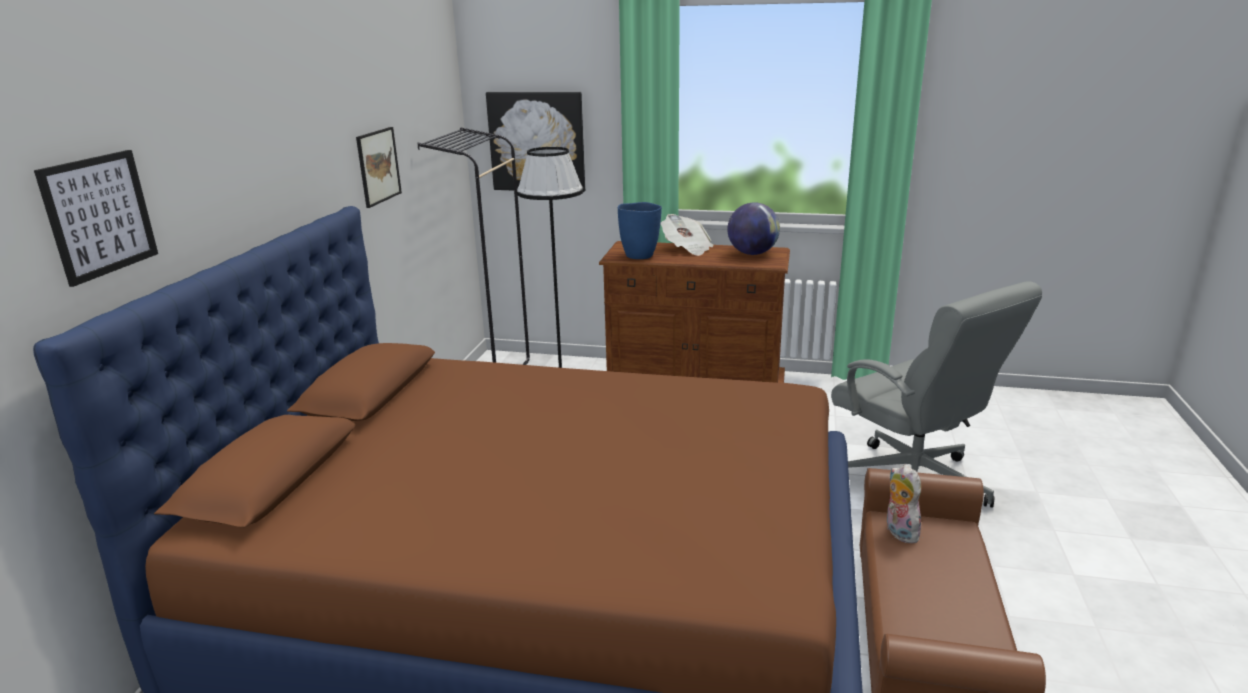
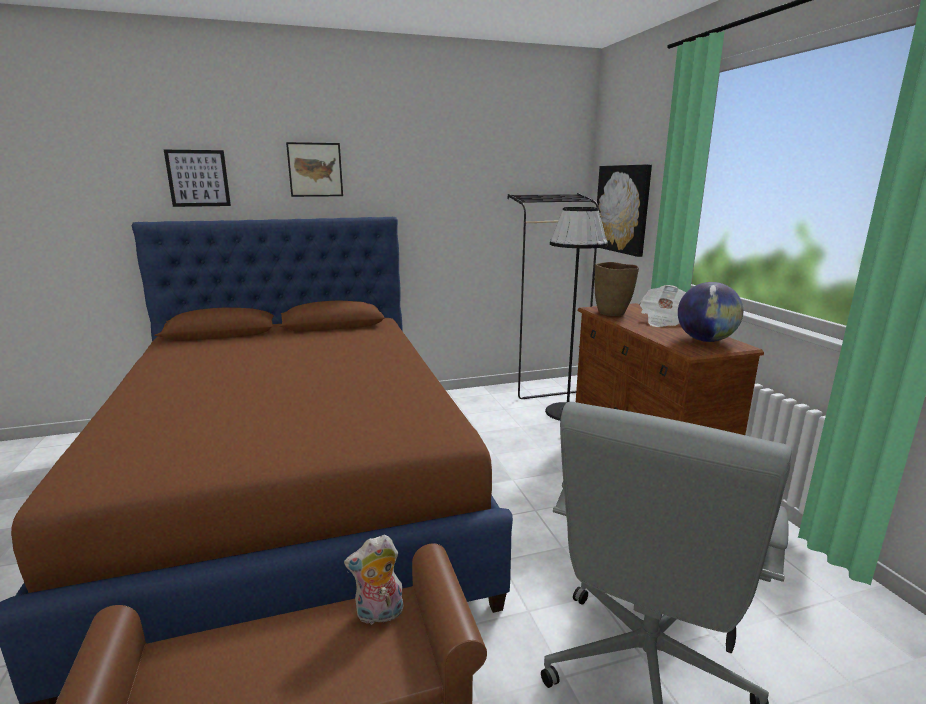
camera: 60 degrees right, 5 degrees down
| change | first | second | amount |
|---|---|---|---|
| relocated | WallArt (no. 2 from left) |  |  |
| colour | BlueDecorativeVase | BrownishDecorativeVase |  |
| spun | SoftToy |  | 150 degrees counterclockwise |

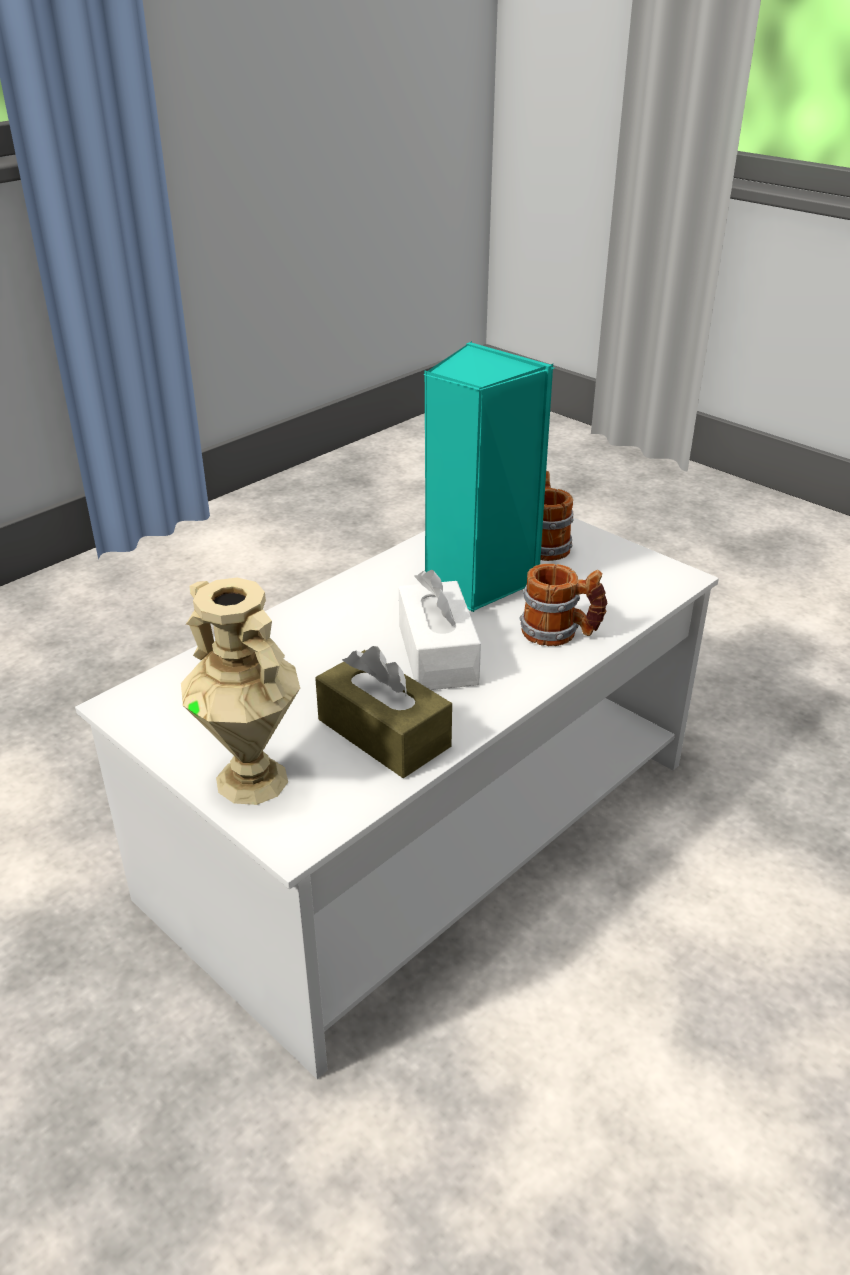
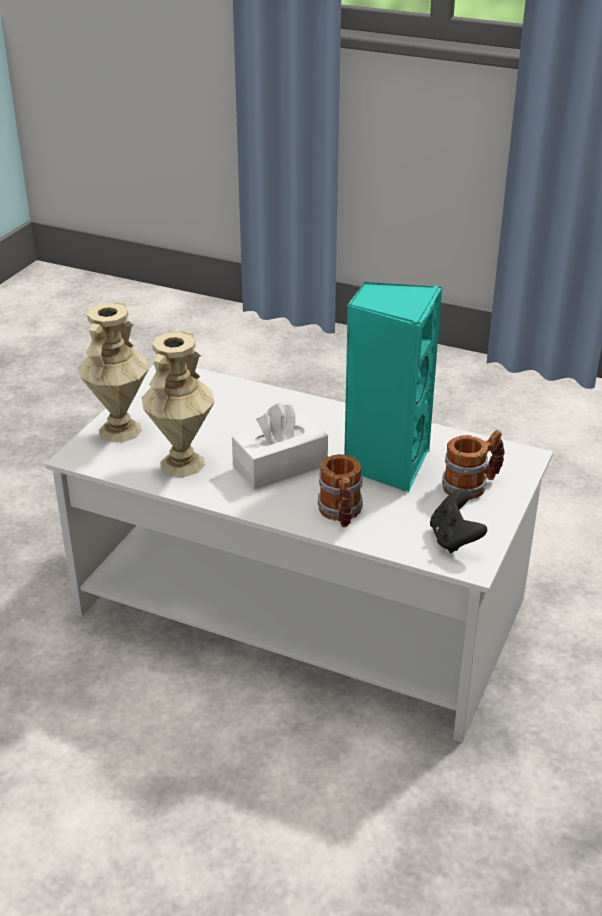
camera: 70 degrees right, 0 degrees up
| change | first | second | amount |
|---|---|---|---|
| exchanged | BrownishTissueHolder | SandColouredDecorativeVase (no. 2 from left) |  |
| appeared |  | BlackColouredJoypad |  |

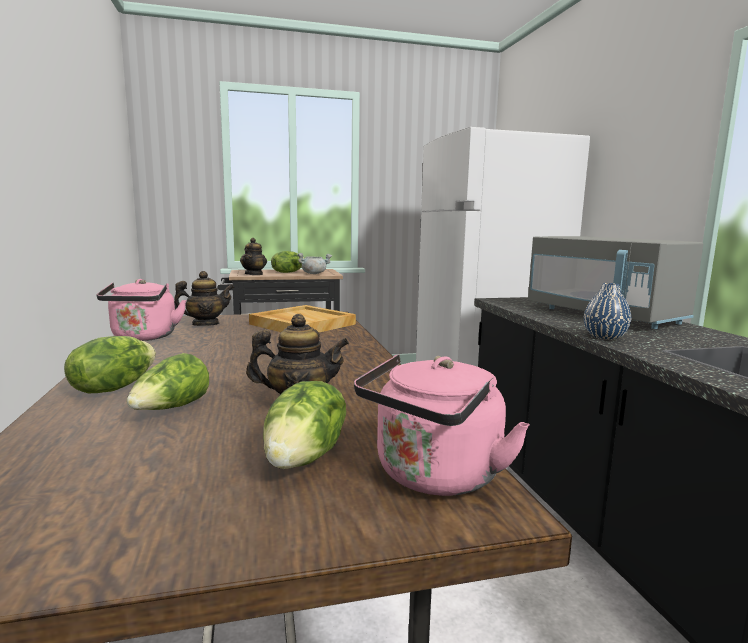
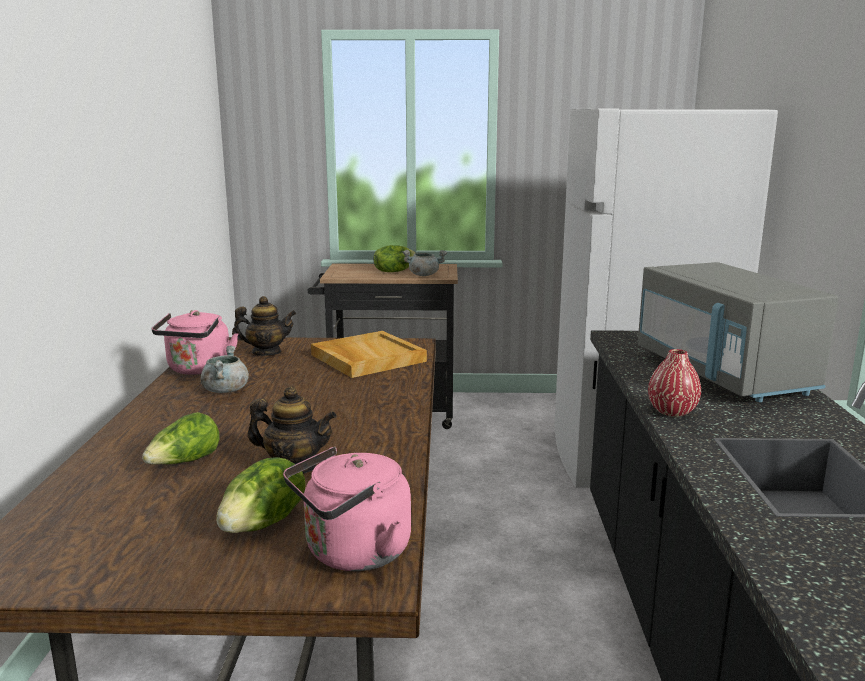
camera: 15 degrees right, 5 degrees up
| change | first | second | amount |
|---|---|---|---|
| missing | PotForTea (no. 2 from left) |  |  |
| colour | BlueDecorativeVase | RedColouredDecorativeVase |  |
| missing | HeadOfLettuce (no. 1 from left) |  |  |
| appeared |  | GreyStockpot (no. 1 from left) |  |

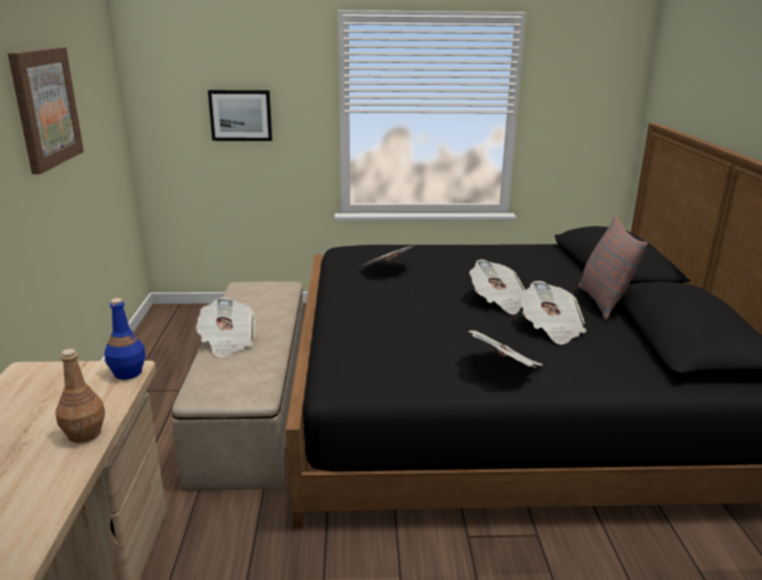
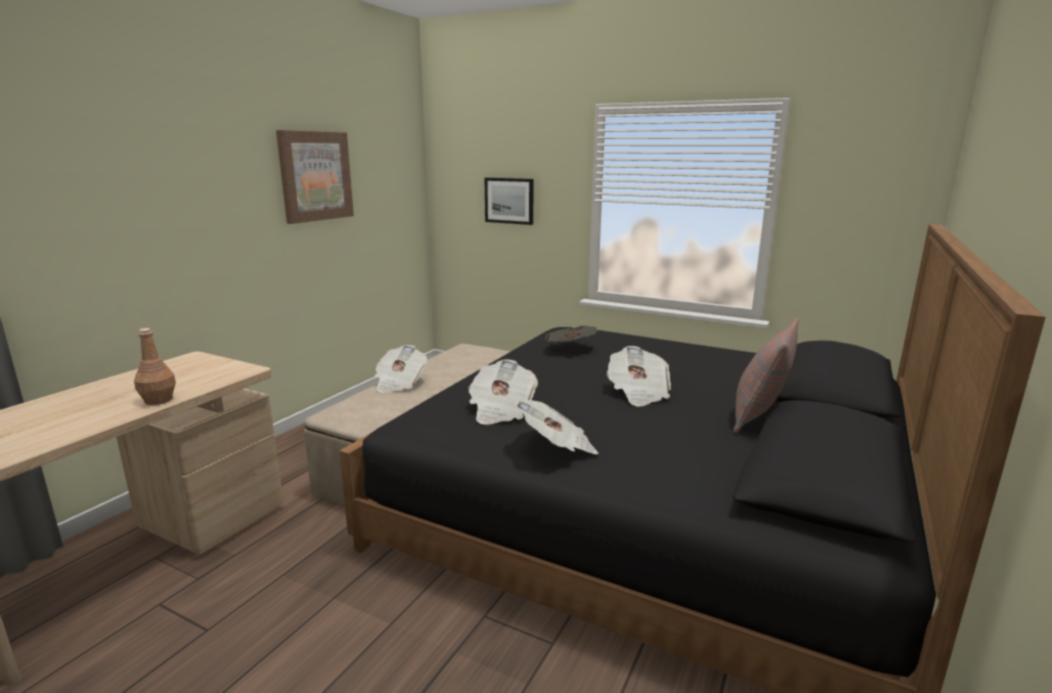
camera: 30 degrees right, 5 degrees down
| change | first | second | amount |
|---|---|---|---|
| relocated | PrintedPaper (no. 5 from left in the first image) | PrintedPaper (no. 2 from left) |  |
| missing | BlueBeverageBottle |  |  |

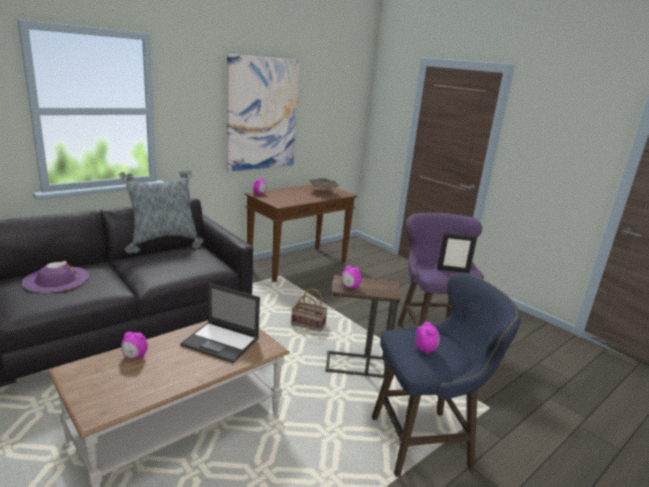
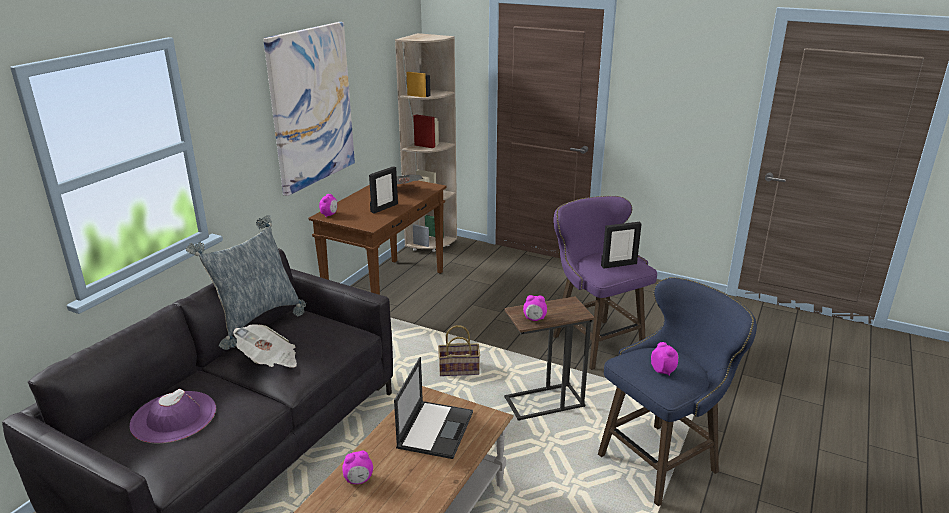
camera: 20 degrees left, 5 degrees up
| change | first | second | amount |
|---|---|---|---|
| spun | Laptop |  | 75 degrees counterclockwise |
| appeared |  | SandColouredBookshelf |  |
| appeared |  | PictureFrame (no. 1 from left) |  |
| appeared |  | PrintedPaper (no. 1 from left) |  |

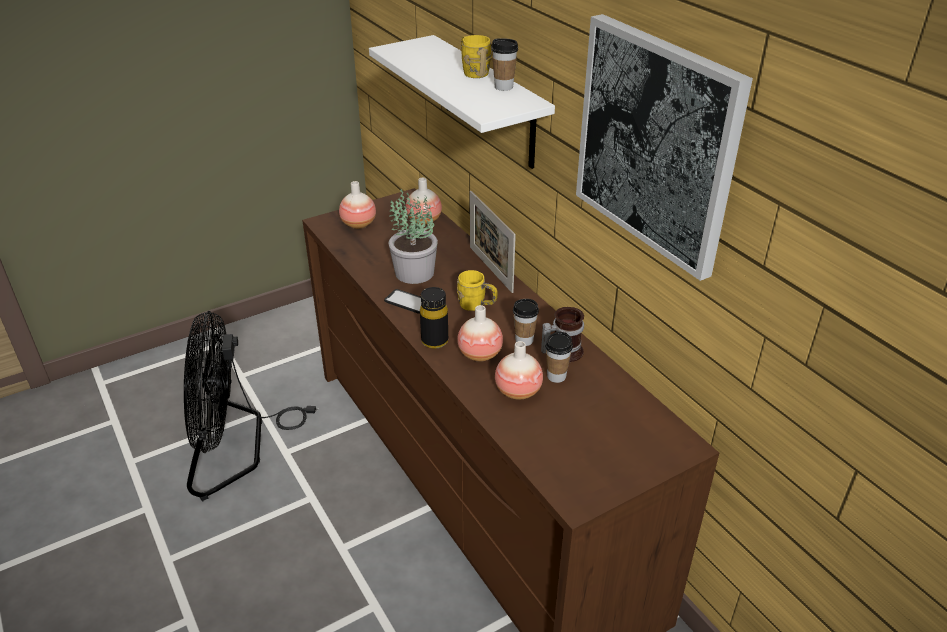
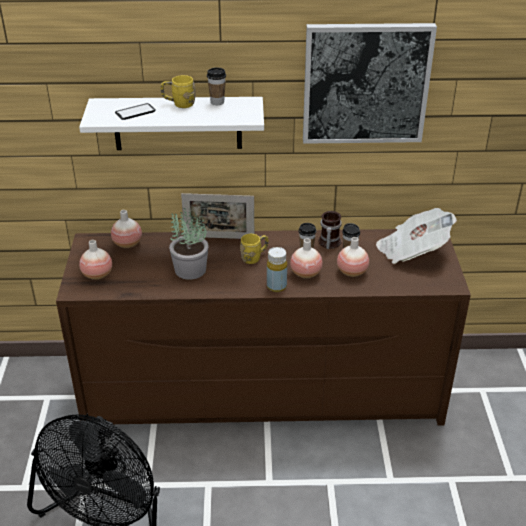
camera: 60 degrees left, 0 degrees up
| change | first | second | amount |
|---|---|---|---|
| colour | BlackColouredBeverageBottle | YellowishBeverageBottle |  |
| relocated | Handset |  |  |
| appeared |  | PrintedPaper |  |

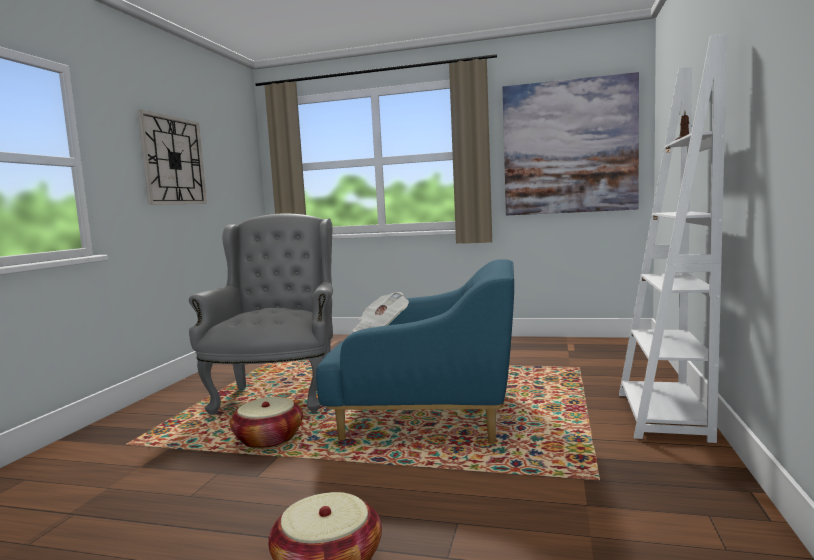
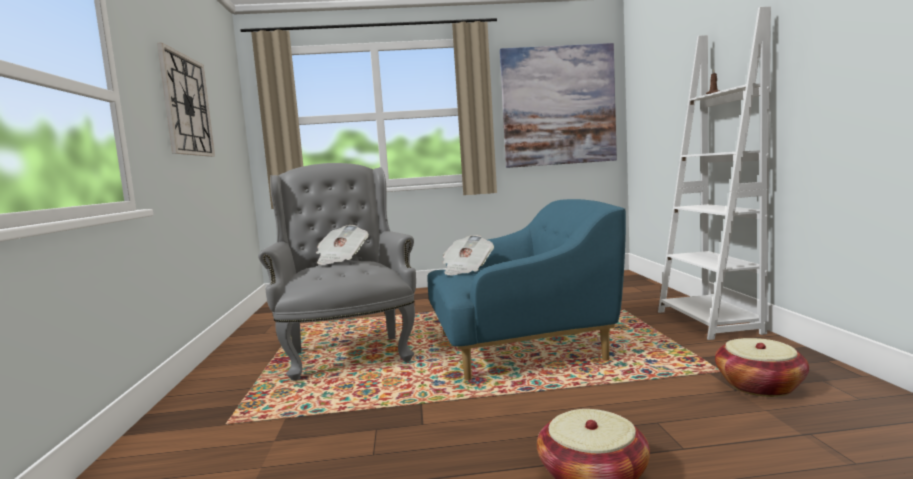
camera: 20 degrees left, 0 degrees up
| change | first | second | amount |
|---|---|---|---|
| relocated | Basket (no. 1 from left in the first image) | Basket (no. 2 from left) |  |
| appeared |  | PrintedPaper (no. 1 from left) |  |

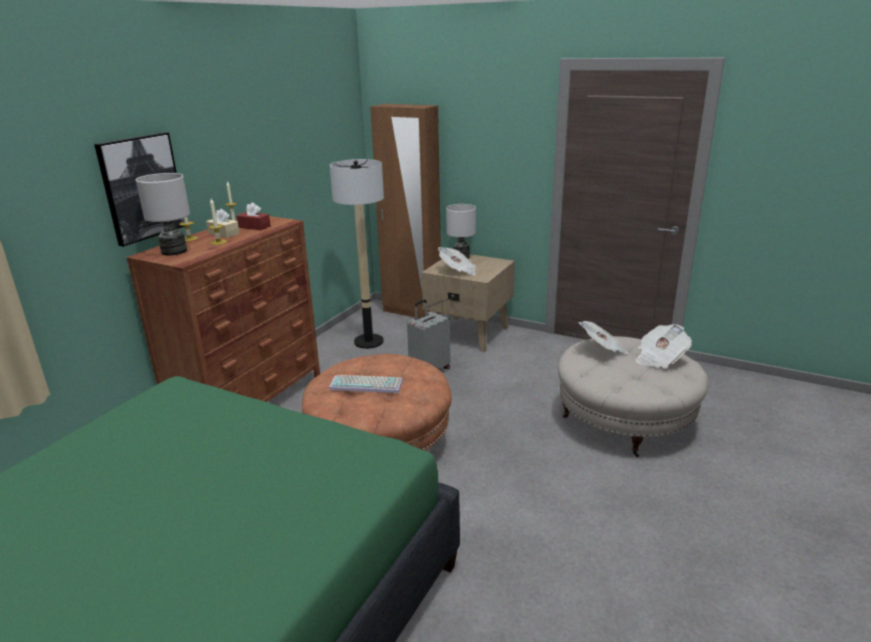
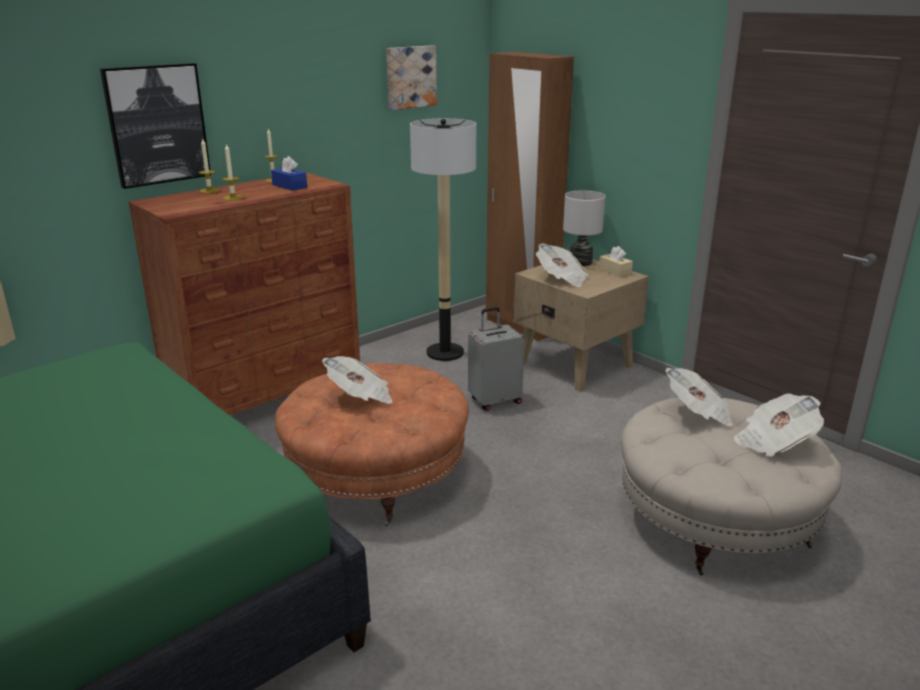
camera: 20 degrees right, 0 degrees up
| change | first | second | amount |
|---|---|---|---|
| missing | GreyTabletopLamp (no. 1 from left) |  |  |
| colour | RedColouredTissueHolder | BlueTissueHolder |  |
| relocated | SandColouredTissueHolder |  |  |
| exchanged | Keyboard | PrintedPaper (no. 1 from left) |  |
| appeared |  | WallArt (no. 2 from left) |  |

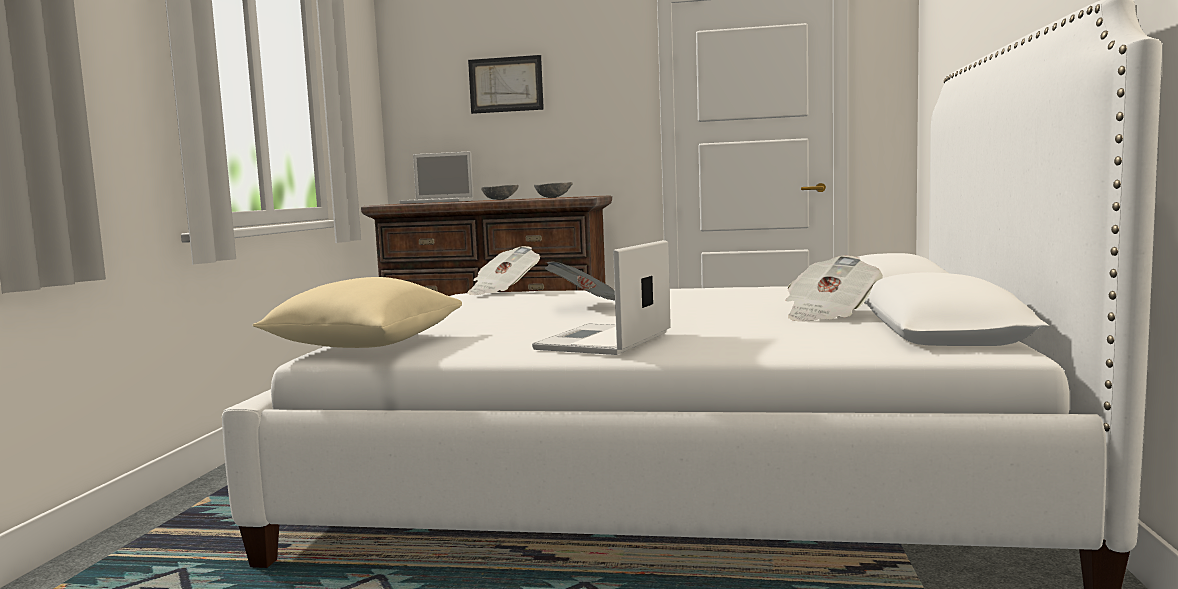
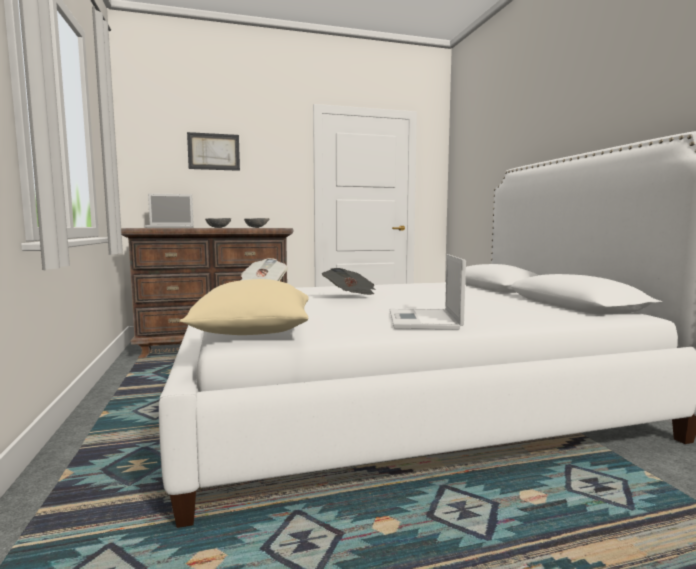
camera: 25 degrees left, 0 degrees up
| change | first | second | amount |
|---|---|---|---|
| missing | PrintedPaper (no. 3 from left) |  |  |

